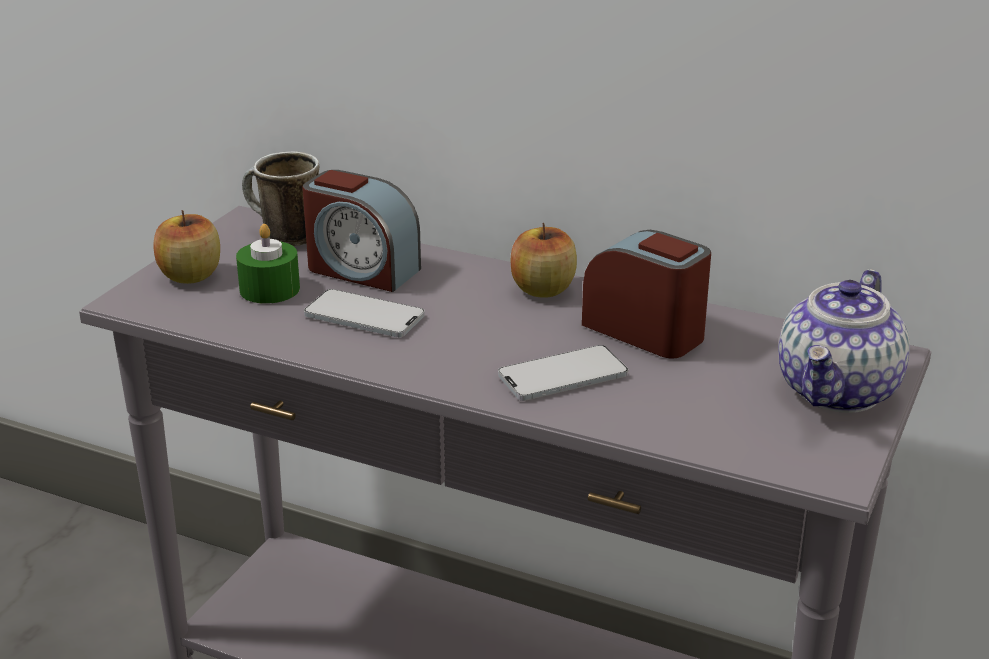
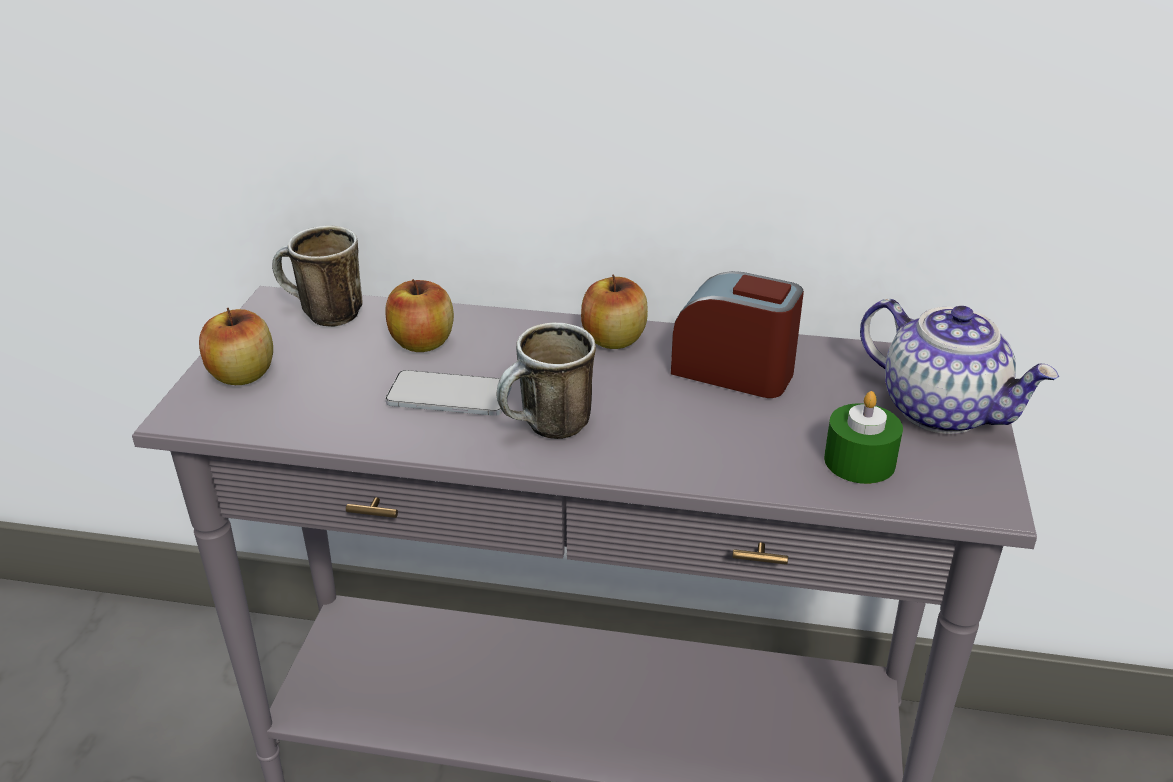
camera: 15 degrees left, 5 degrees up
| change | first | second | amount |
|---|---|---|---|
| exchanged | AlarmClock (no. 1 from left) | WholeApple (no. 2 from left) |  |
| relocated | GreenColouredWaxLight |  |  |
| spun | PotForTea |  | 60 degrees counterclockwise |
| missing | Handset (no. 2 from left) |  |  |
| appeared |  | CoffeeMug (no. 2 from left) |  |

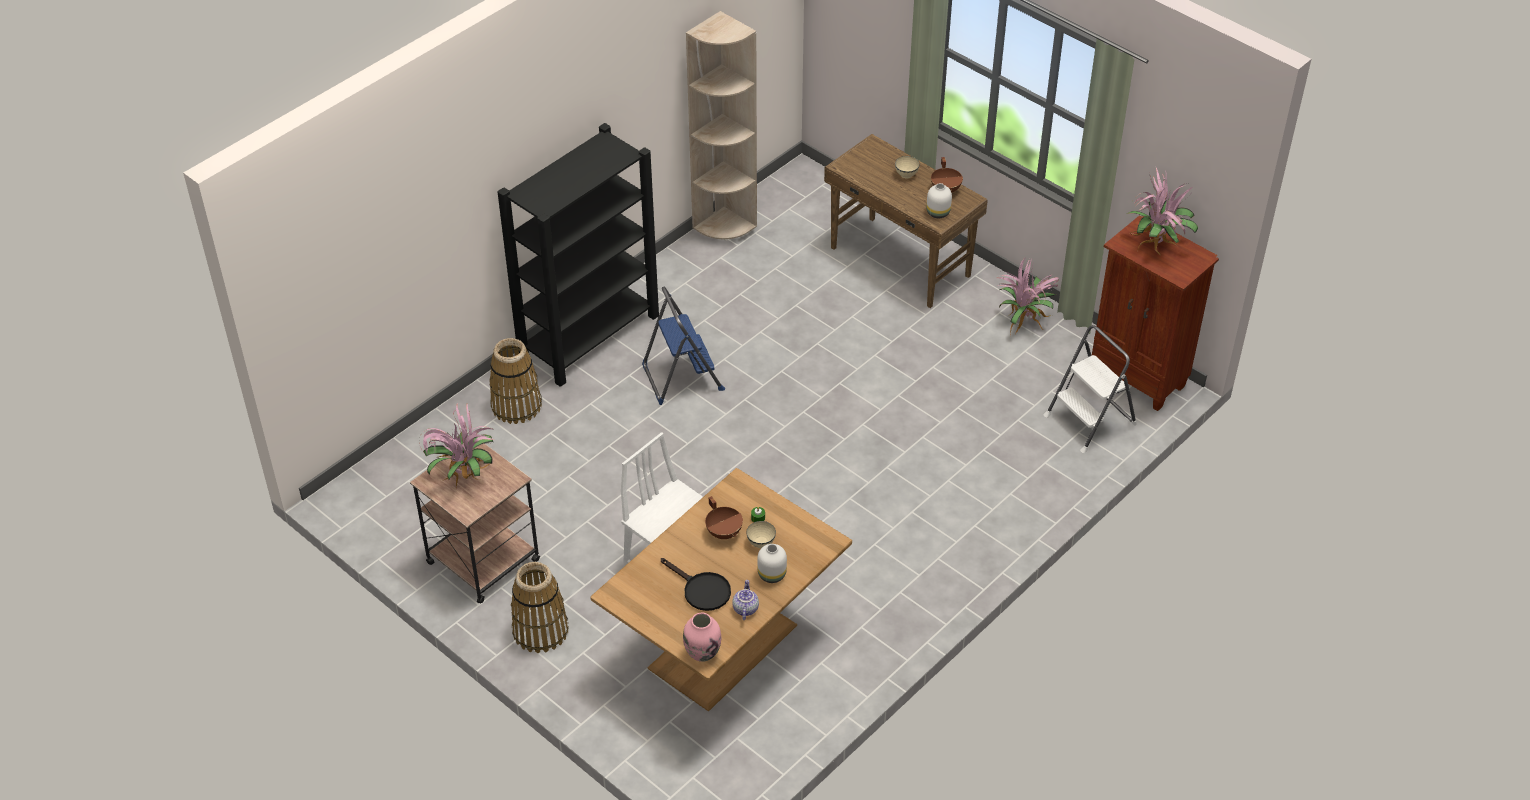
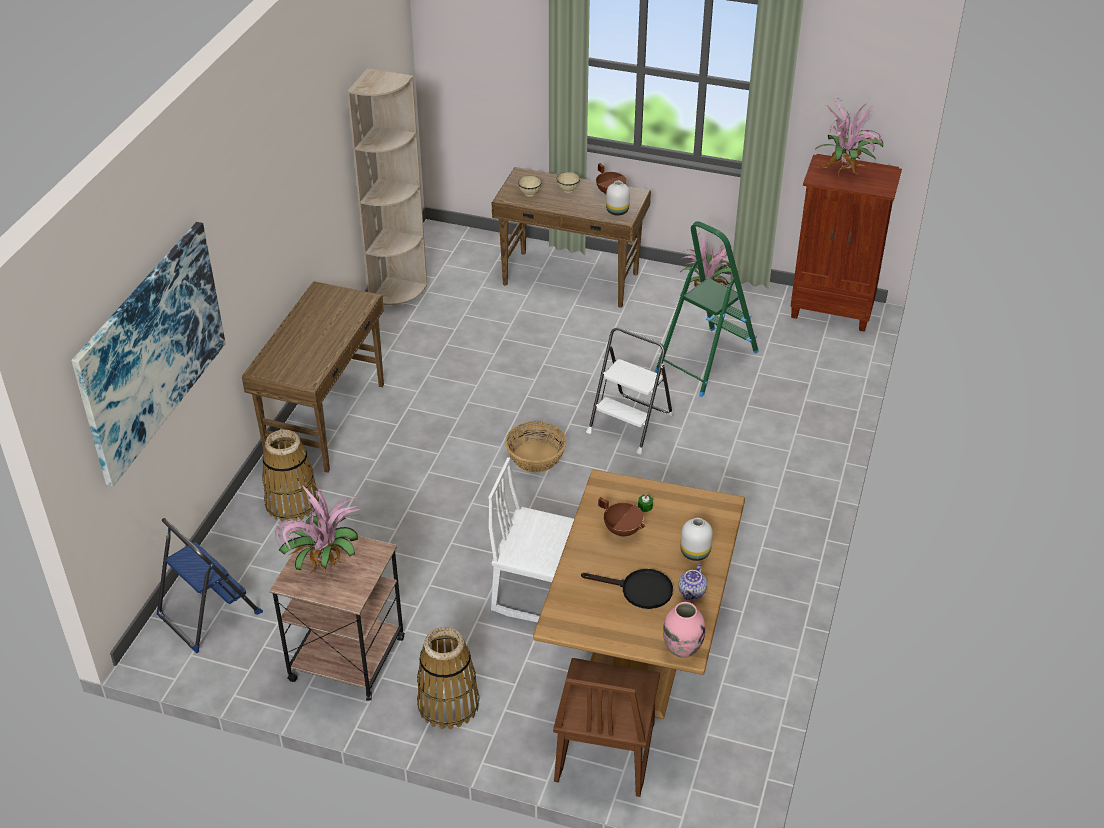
camera: 25 degrees left, 5 degrees down
| change | first | second | amount |
|---|---|---|---|
| exchanged | BlackColouredBookshelf | BrownishConsoleTable (no. 1 from left) |  |
| relocated | BlueStepStool |  |  |
| relocated | WhitishStepStool |  |  |
| relocated | SandColouredBowl (no. 1 from left) |  |  |
| spun | PotForTea |  | 135 degrees counterclockwise |
| appeared |  | GreenColouredStepStool |  |
| appeared |  | WallArt |  |
| appeared |  | Basket (no. 3 from left) |  |
| appeared |  | BrownishChair |  |

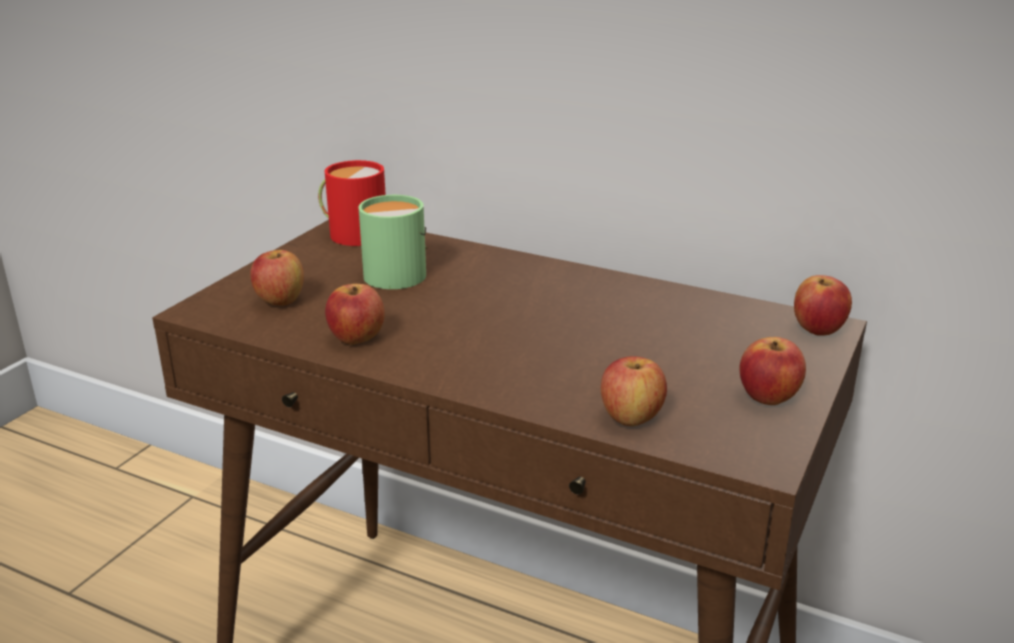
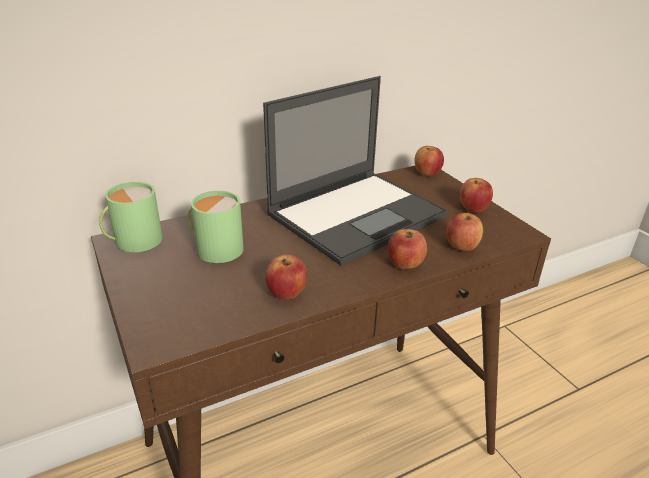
camera: 55 degrees left, 5 degrees up
| change | first | second | amount |
|---|---|---|---|
| colour | RedColouredCoffeeMug | GreenColouredCoffeeMug (no. 1 from left) |  |
| relocated | WholeApple (no. 1 from left in the first image) | WholeApple (no. 2 from left) |  |
| appeared |  | Laptop |  |

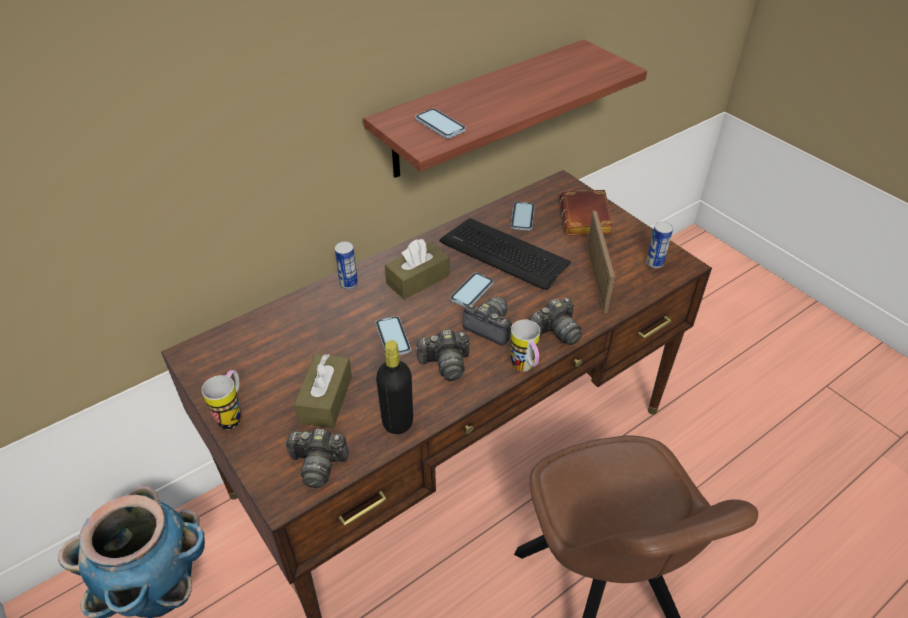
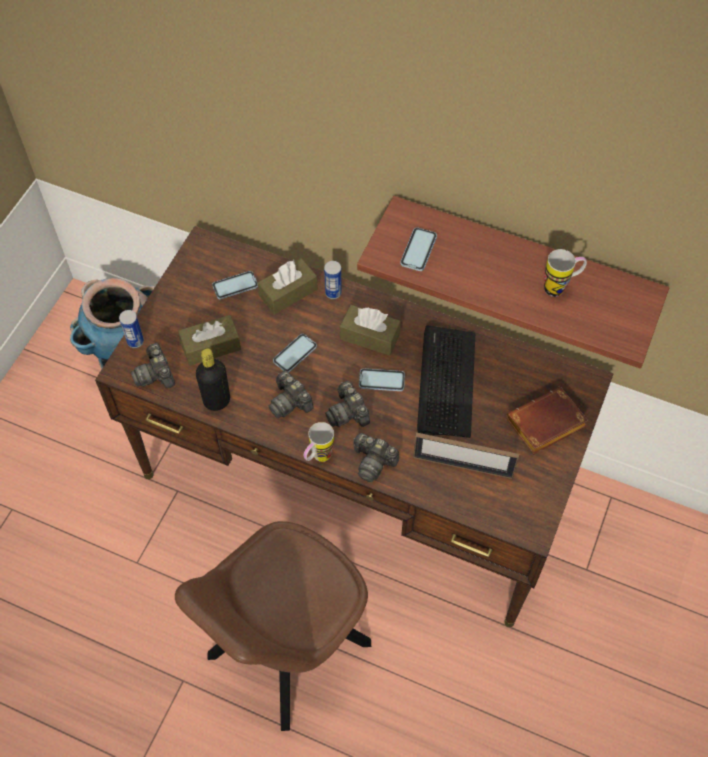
camera: 60 degrees right, 15 degrees up
| change | first | second | amount |
|---|---|---|---|
| relocated | Handset (no. 4 from left in the first image) | Handset (no. 1 from left) |  |
| spun | PictureFrame |  | 45 degrees clockwise |
| relocated | SealedCan (no. 2 from left in the first image) | SealedCan (no. 1 from left) |  |
| spun | PhotoCamera (no. 3 from left) |  | 150 degrees clockwise |
| relocated | CoffeeMug (no. 1 from left in the first image) | CoffeeMug (no. 2 from left) |  |
| appeared |  | BrownishTissueHolder (no. 2 from left) |  |

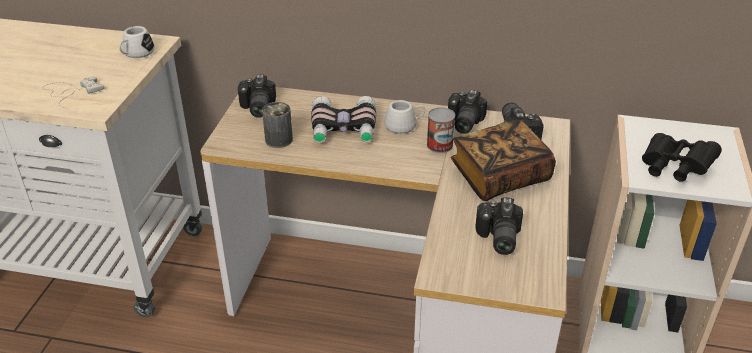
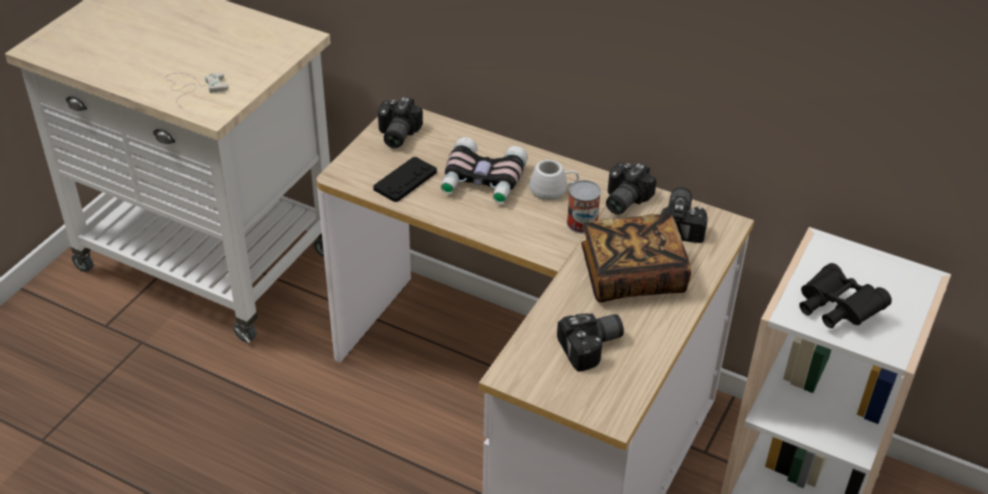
camera: 15 degrees right, 5 degrees up
| change | first | second | amount |
|---|---|---|---|
| missing | WhitishCoffeeMug (no. 1 from left) |  |  |
| exchanged | SealedCan (no. 1 from left) | BlackColouredJoypad |  |
| spun | PhotoCamera (no. 3 from left in the first image) | PhotoCamera (no. 2 from left) | 135 degrees counterclockwise |

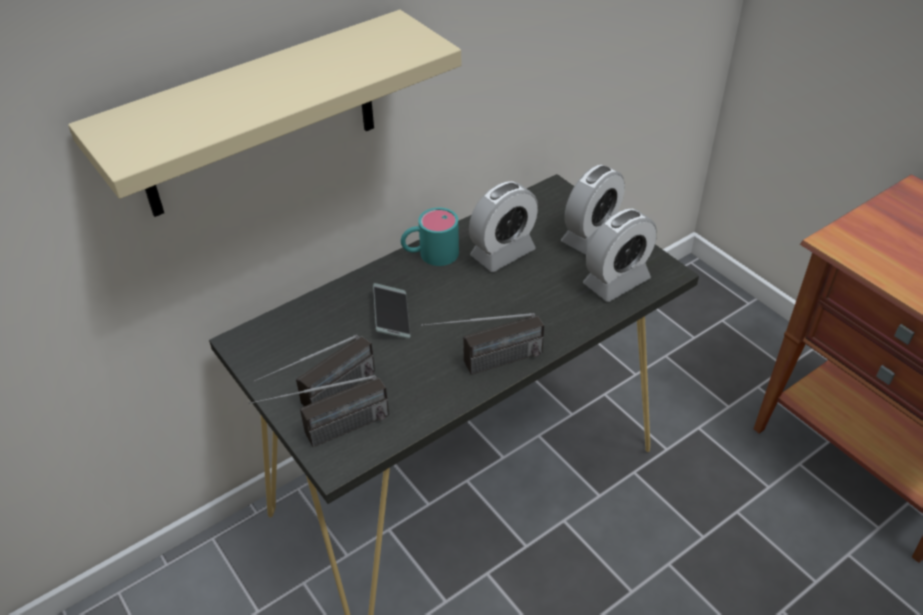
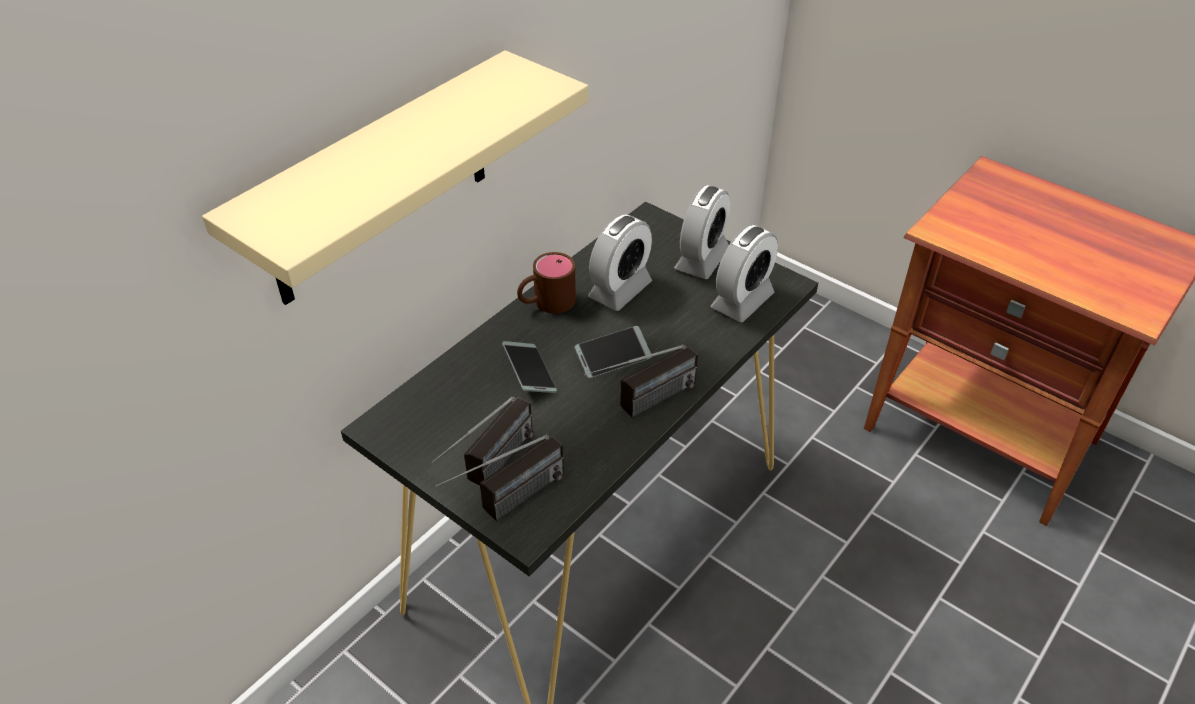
camera: 15 degrees left, 0 degrees up
| change | first | second | amount |
|---|---|---|---|
| colour | TurquoiseColouredCoffeeMug | BrownishCoffeeMug |  |
| appeared |  | Handset (no. 2 from left) |  |

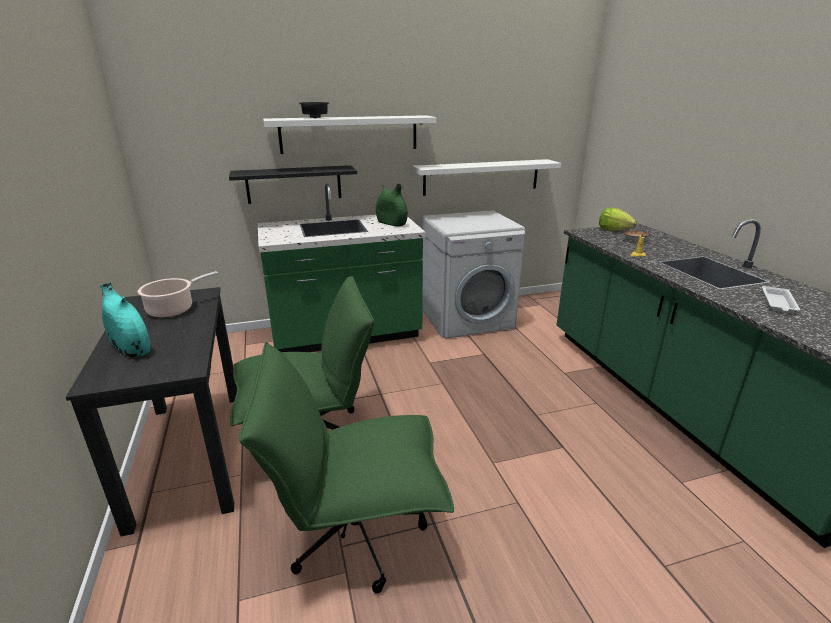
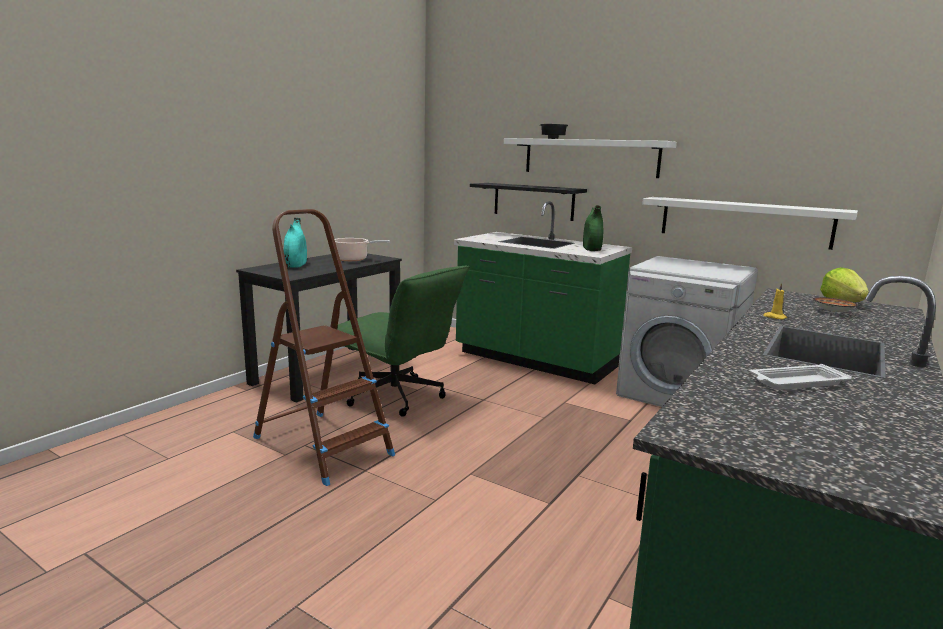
camera: 50 degrees right, 10 degrees down
| change | first | second | amount |
|---|---|---|---|
| exchanged | GreenColouredDeskChair (no. 2 from left) | BrownishStepStool |  |

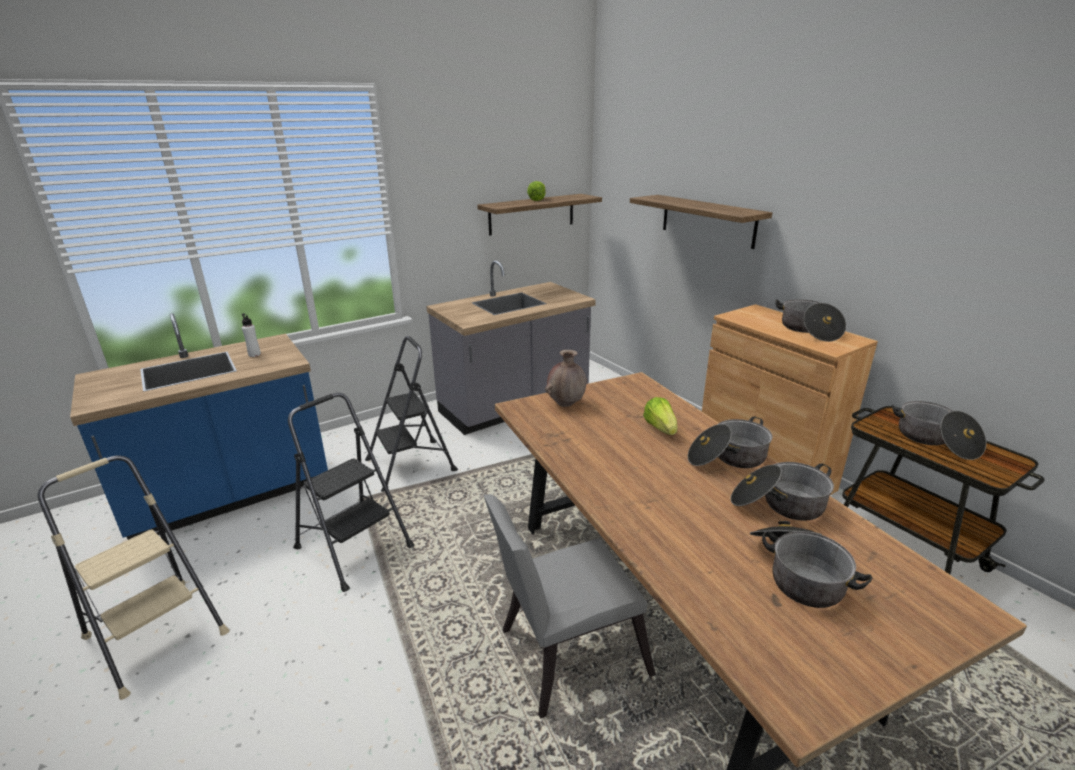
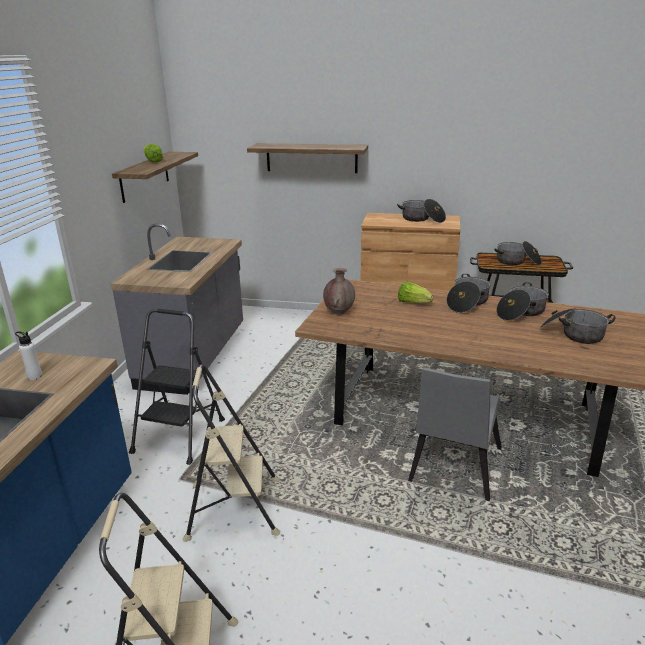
camera: 45 degrees left, 0 degrees up
| change | first | second | amount |
|---|---|---|---|
| colour | BlackColouredStepStool (no. 1 from left) | SandColouredStepStool (no. 2 from left) |  |

